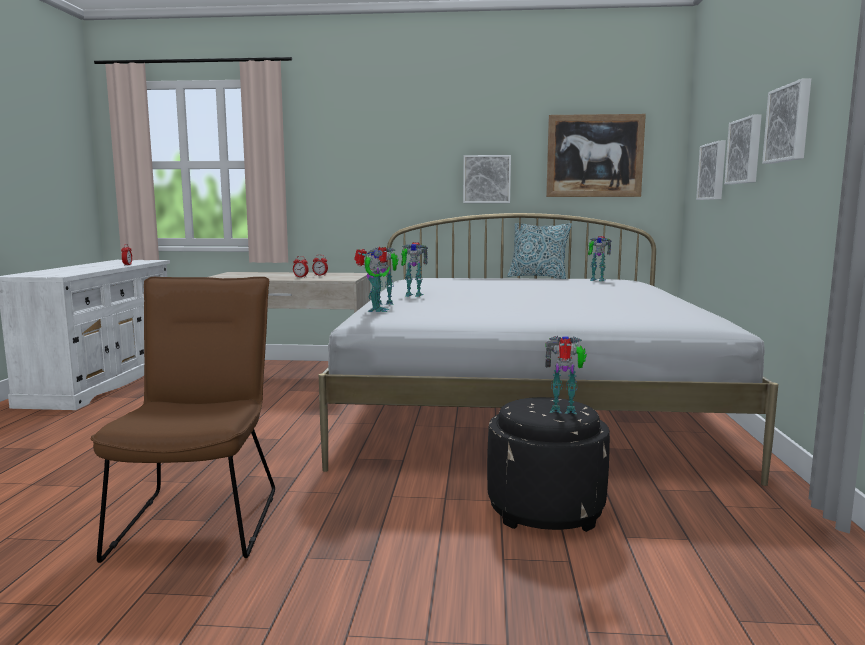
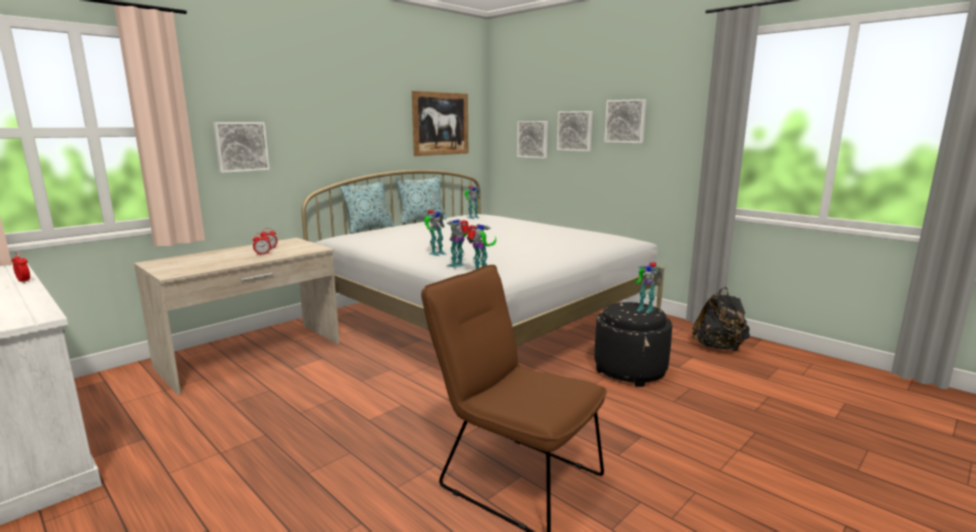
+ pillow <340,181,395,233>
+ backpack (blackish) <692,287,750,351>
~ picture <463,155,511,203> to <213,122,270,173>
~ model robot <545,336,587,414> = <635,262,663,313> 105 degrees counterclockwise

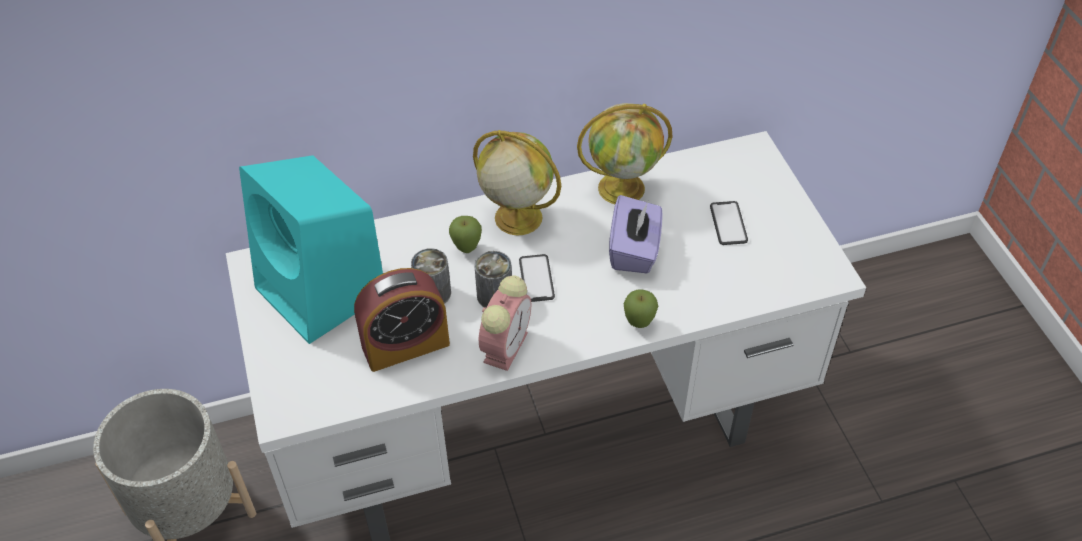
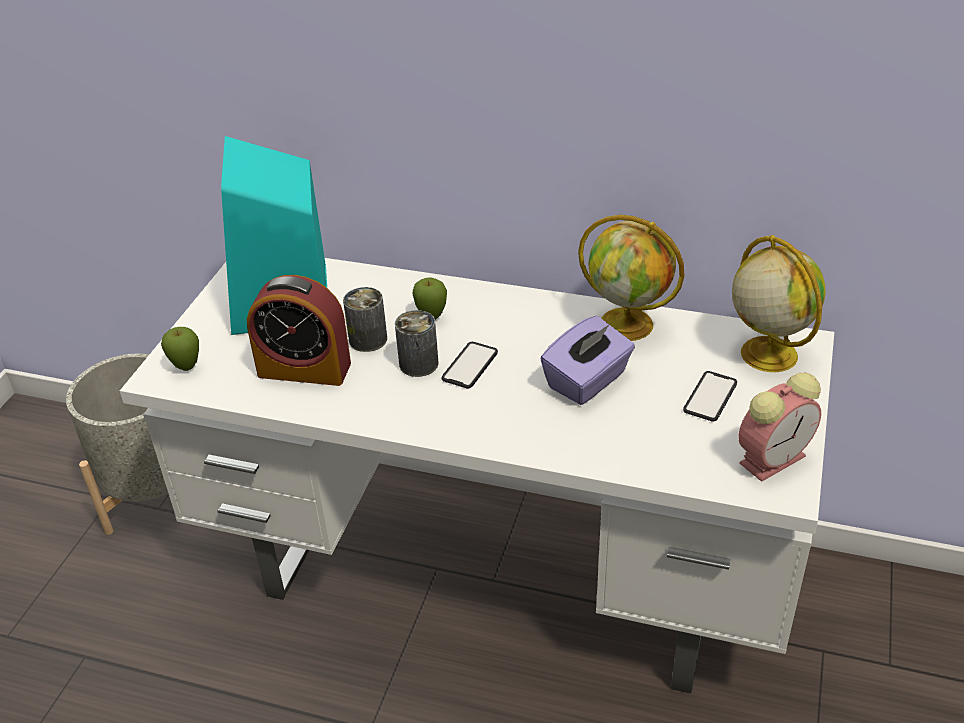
~ globe <473,130,561,235> to <732,235,826,372>
~ bedside clock <479,275,531,371> to <738,373,821,482>
~ whole apple <624,290,658,328> to <161,327,199,371>

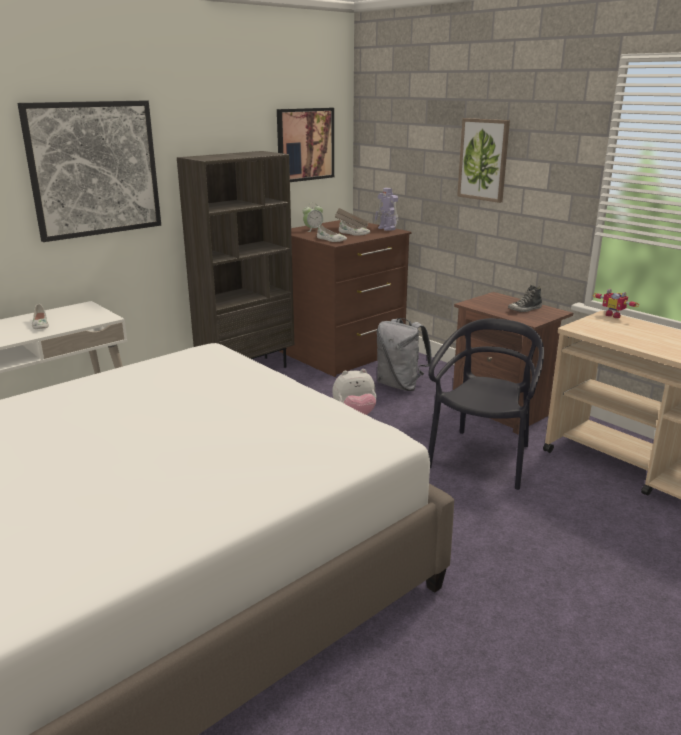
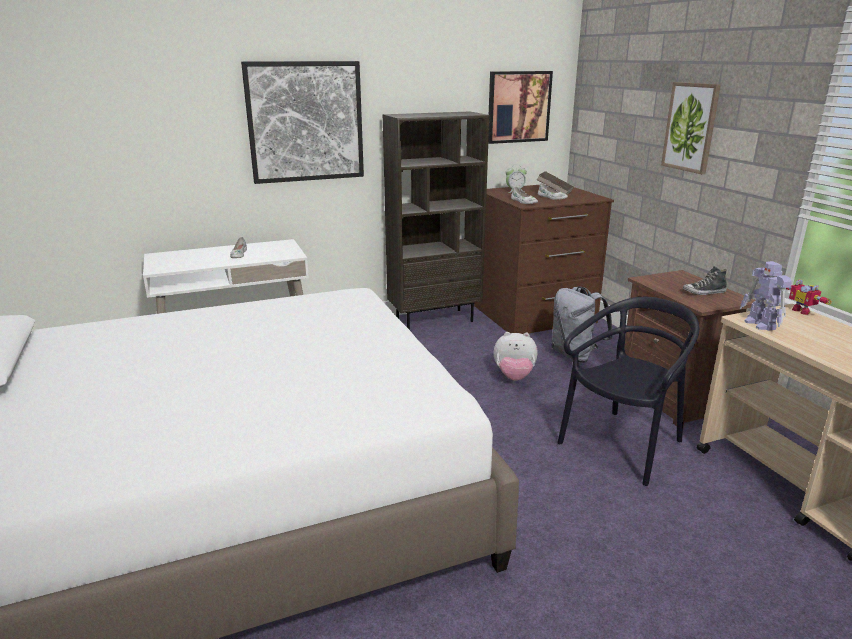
~ model robot <375,188,398,231> to <740,261,792,331>

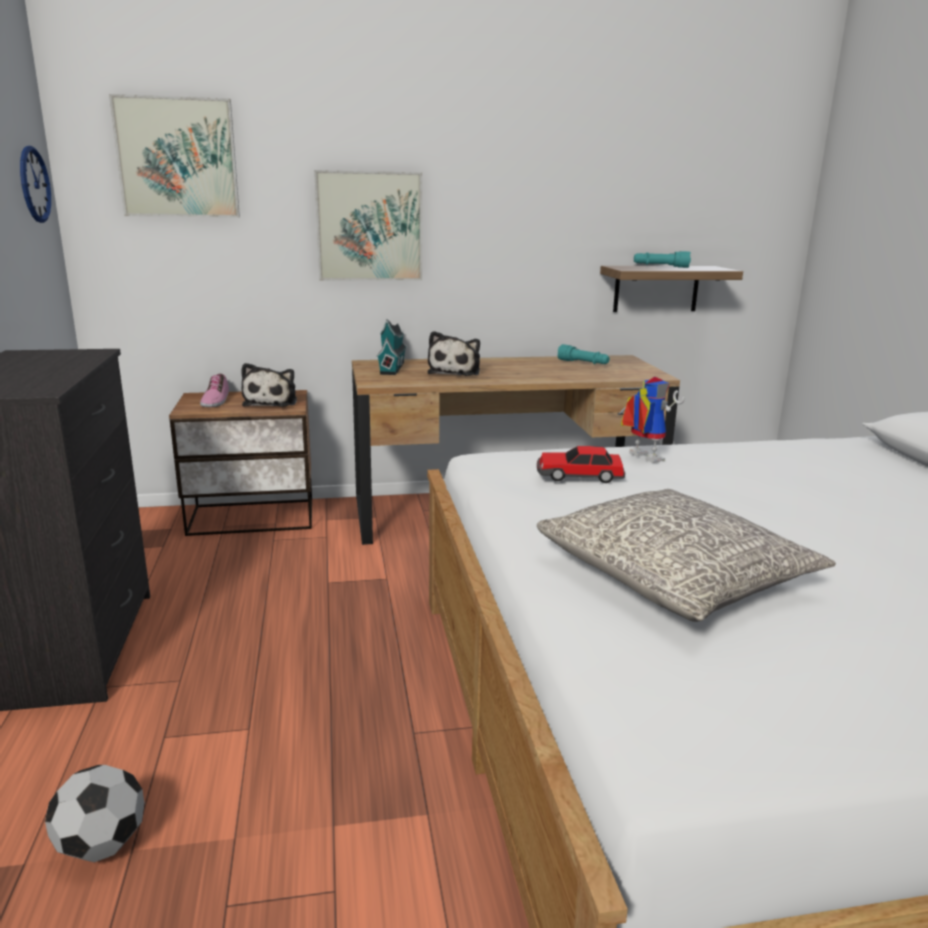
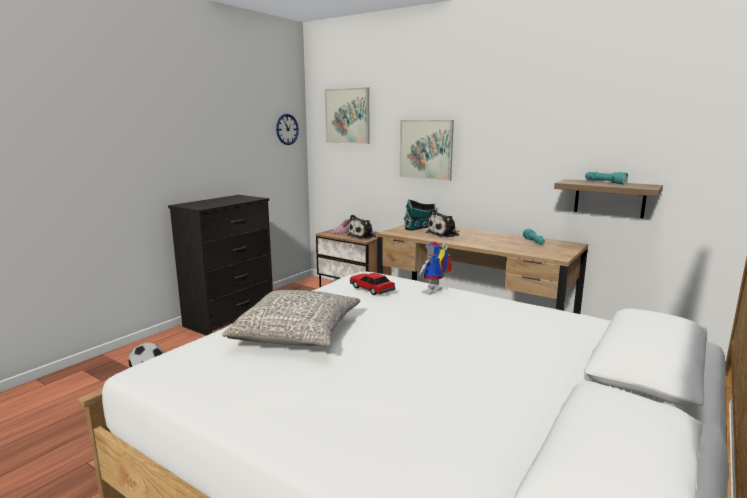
~ model robot <618,377,685,463> = <418,242,453,295> 150 degrees counterclockwise

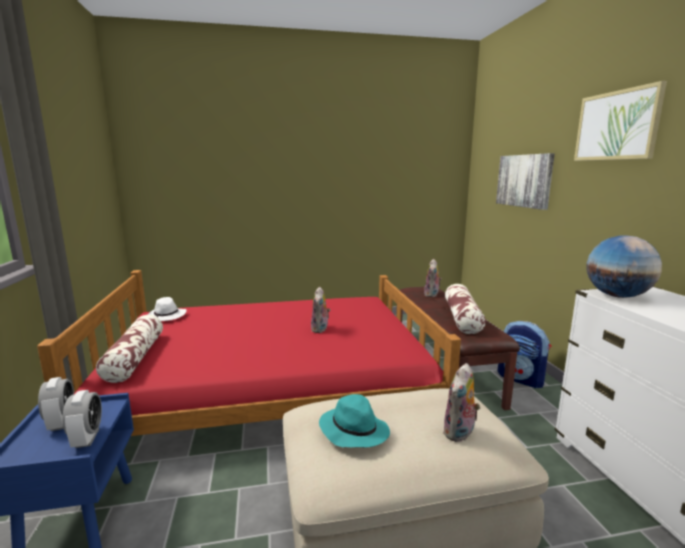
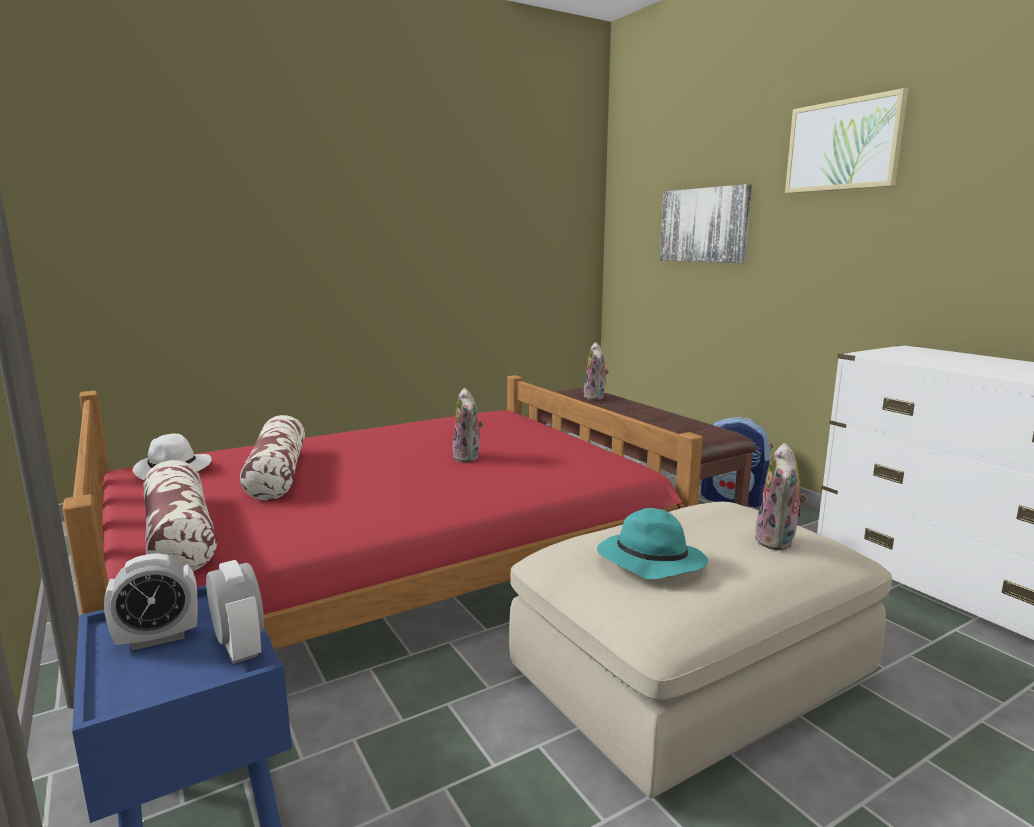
- globe <587,235,662,298>
~ pillow <445,284,486,334> to <240,415,305,500>
~ bedside clock <38,377,74,431> = <104,553,198,651> 105 degrees clockwise

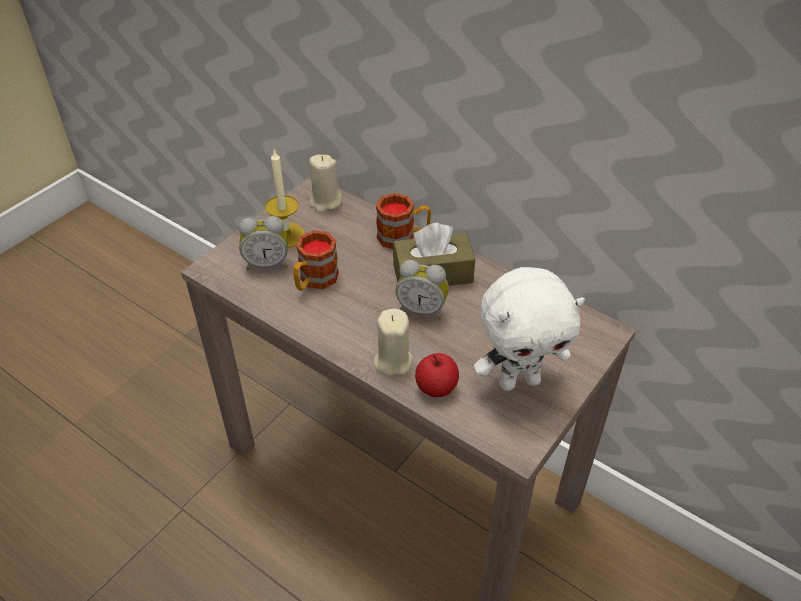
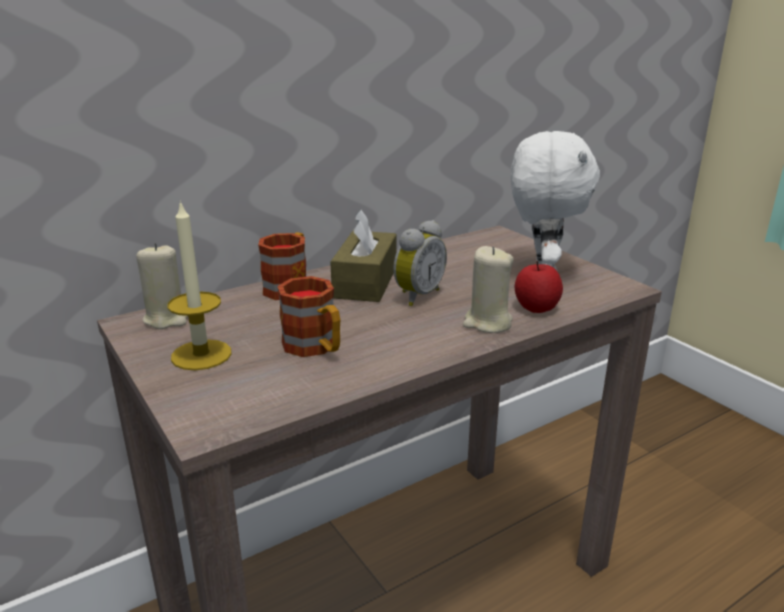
- bedside clock <239,216,288,270>

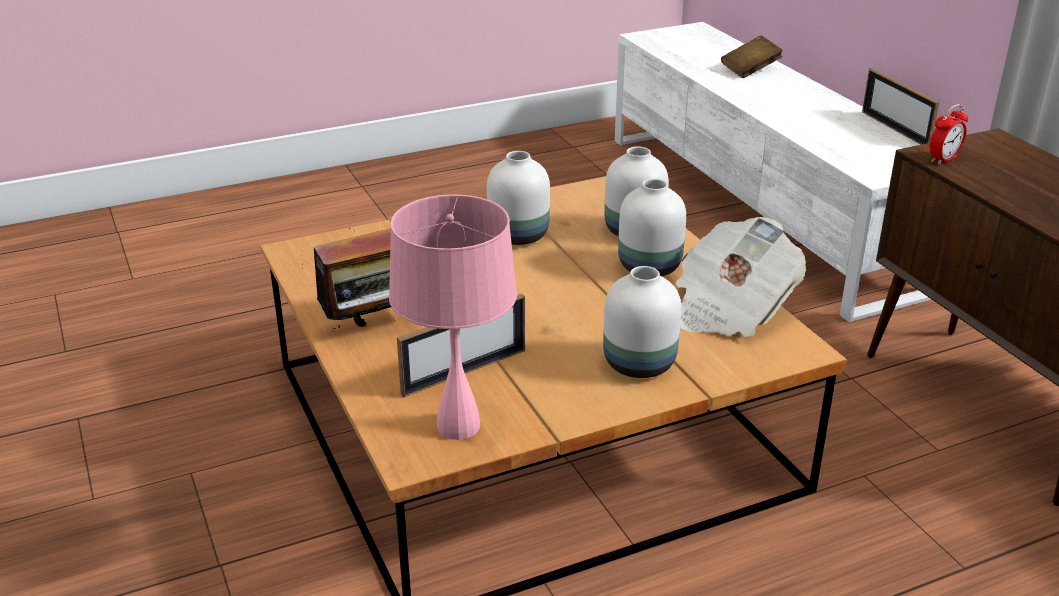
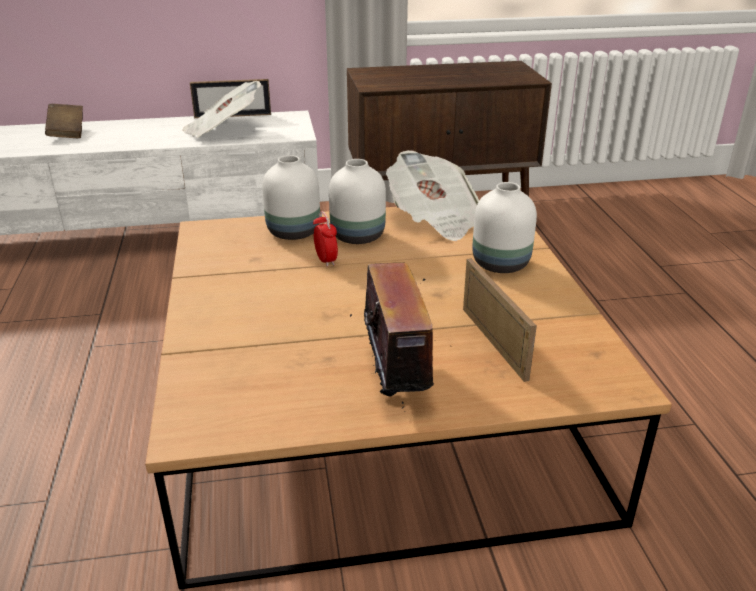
- table lamp (pink-coloured) <389,195,517,440>
- vase (white) <487,151,550,245>
+ daily paper <182,81,262,138>
~ bedside clock <930,104,968,165> to <313,211,338,267>

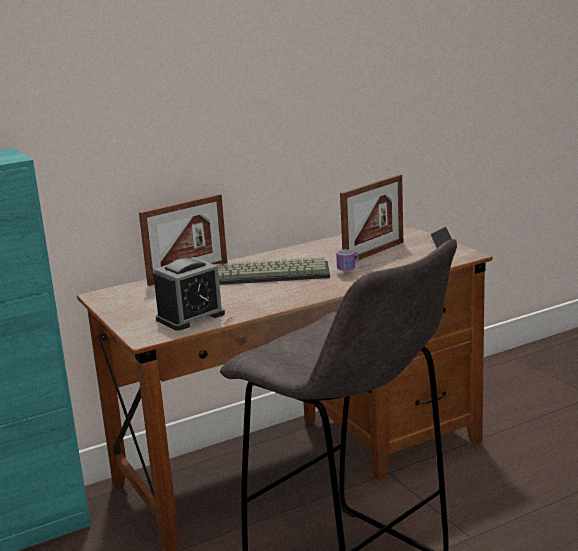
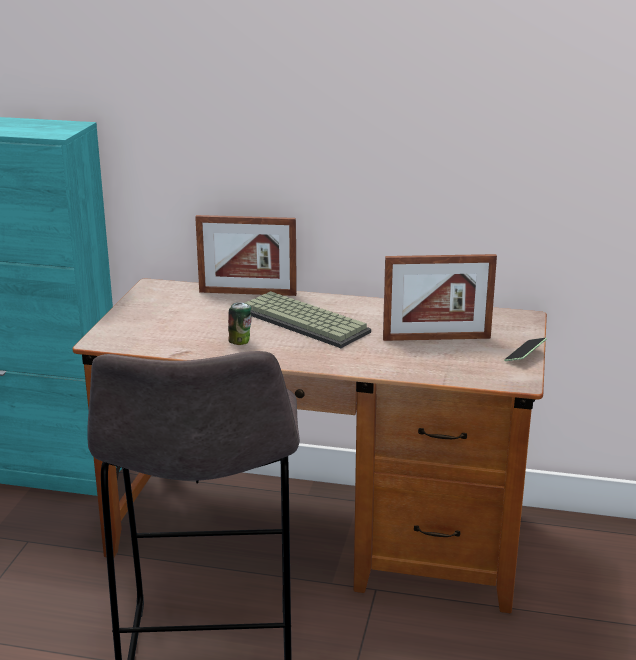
- bedside clock <153,257,225,331>
- mug <336,249,371,272>
+ can <228,302,251,345>

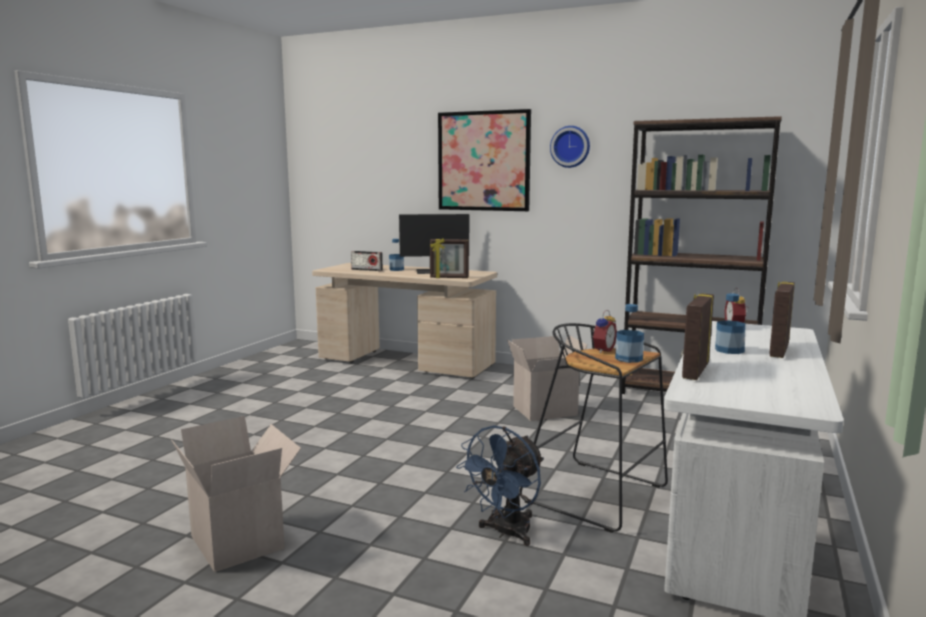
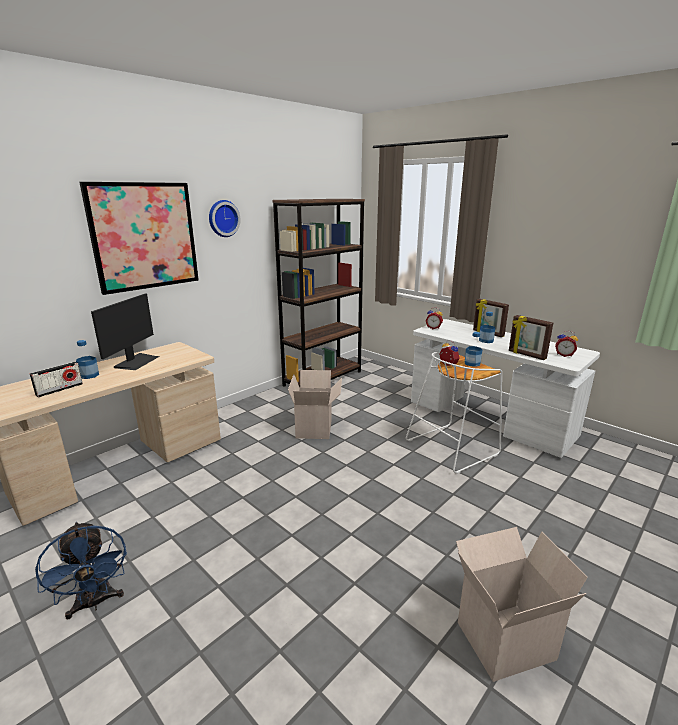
- photo frame <430,238,469,278>
+ bedside clock <555,331,578,357>
~ electric fan (blue) <456,425,544,546> to <35,522,127,619>
~ stool (blackish) <519,323,668,533> to stool (white) <406,352,502,474>

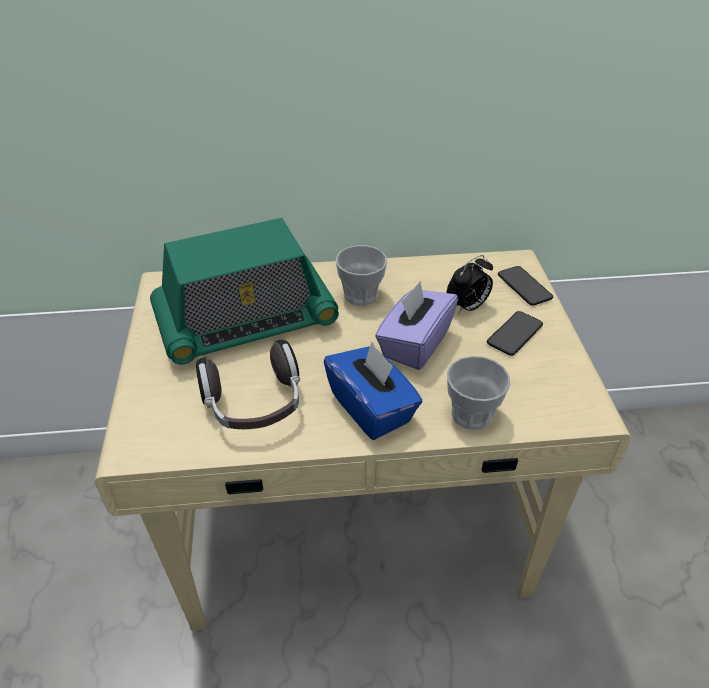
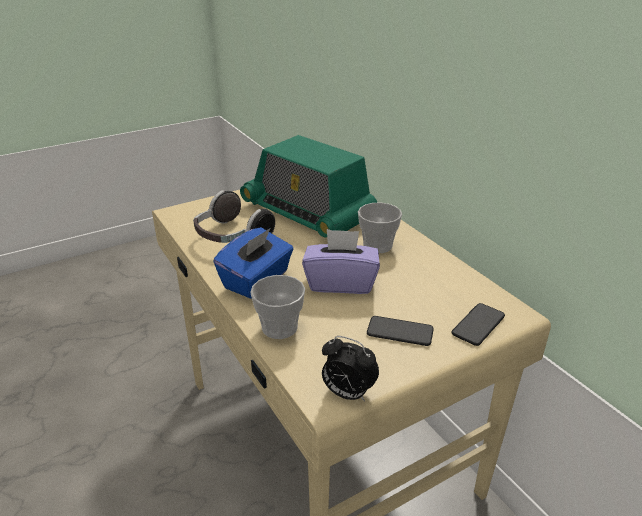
~ bedside clock <447,255,493,314> to <322,336,379,402>

